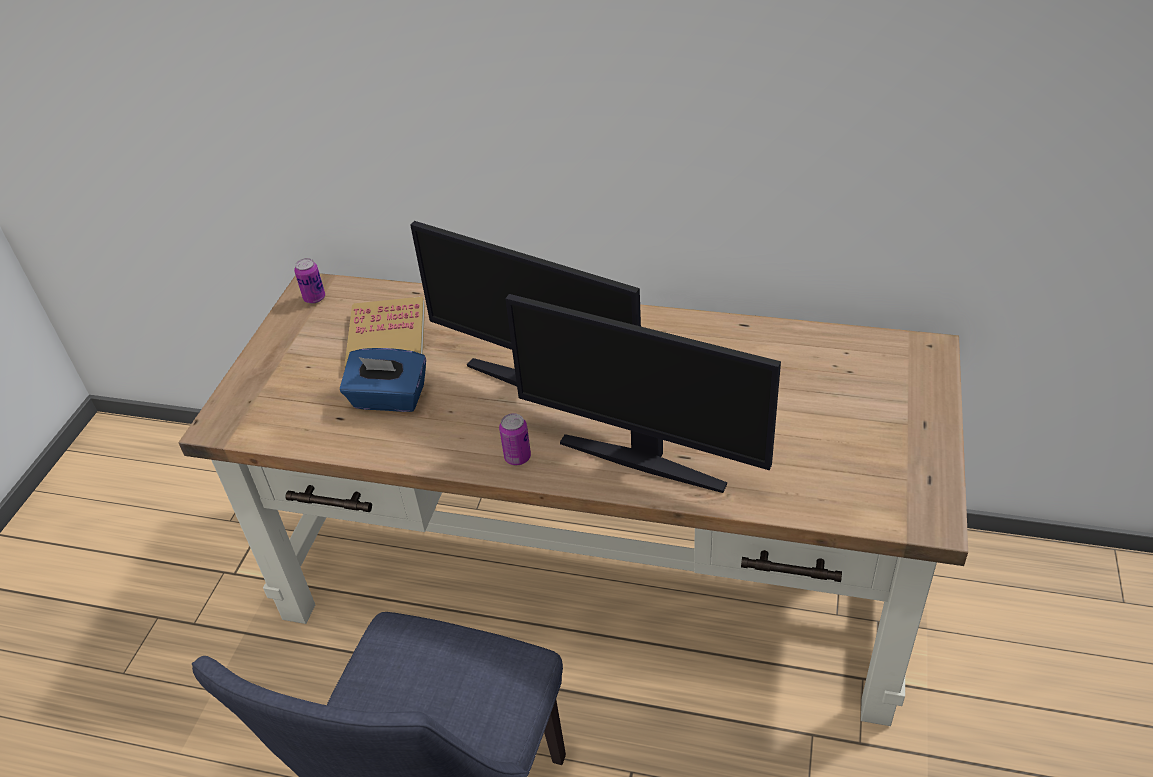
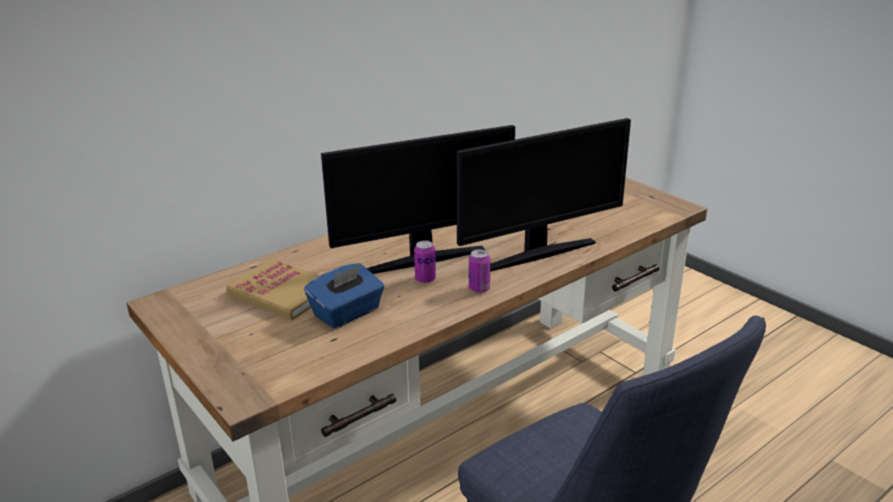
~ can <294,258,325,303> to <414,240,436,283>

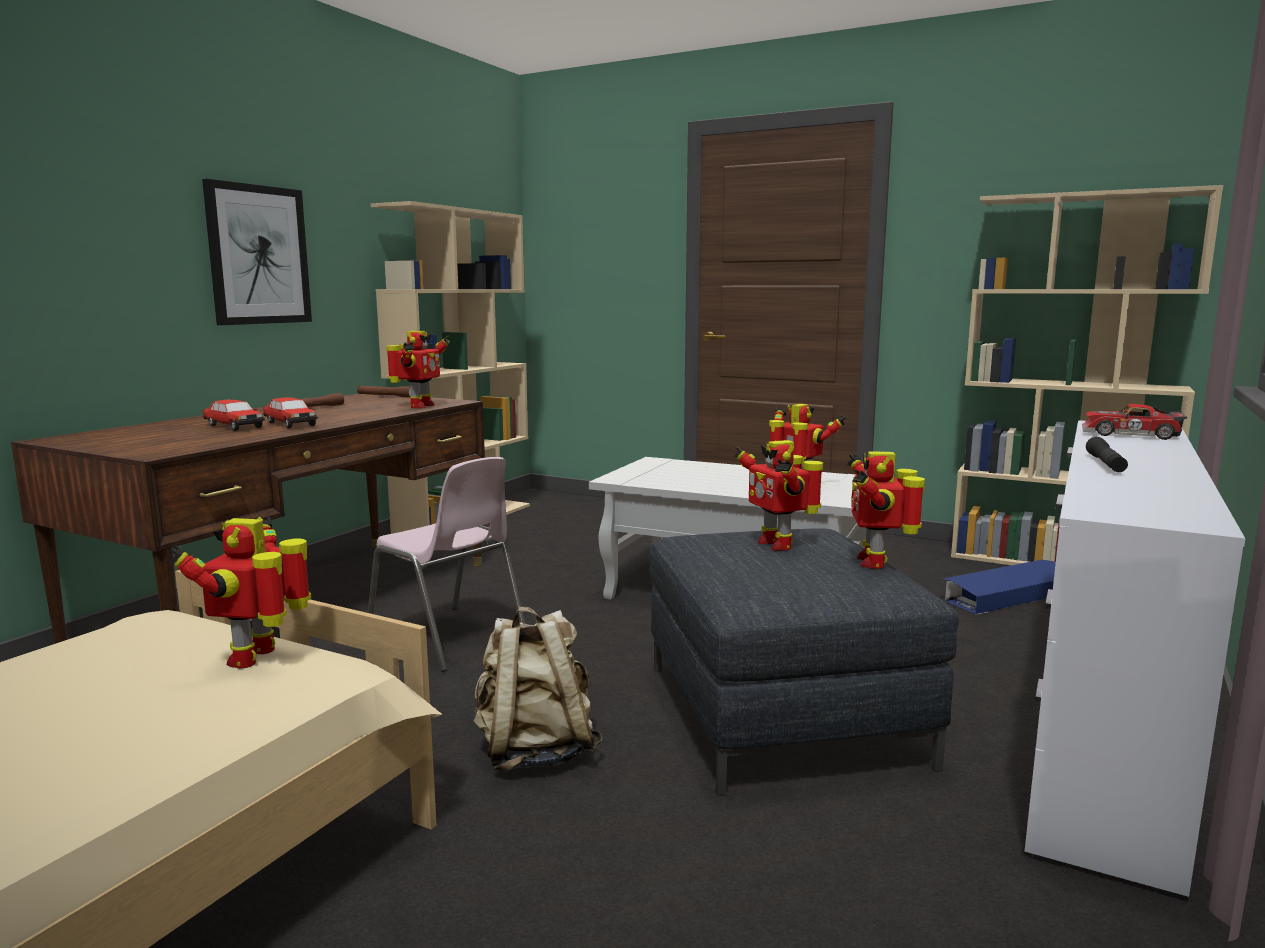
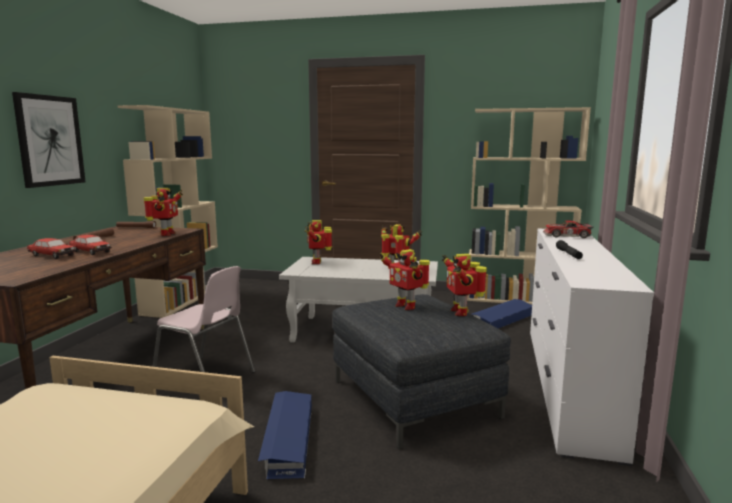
~ model robot <169,517,311,668> to <305,220,332,264>
~ backpack (beige) <474,607,602,771> to storage container (blue) <258,391,312,479>

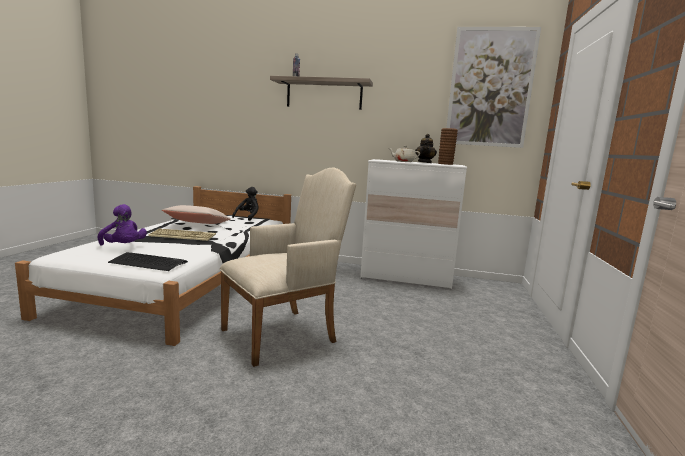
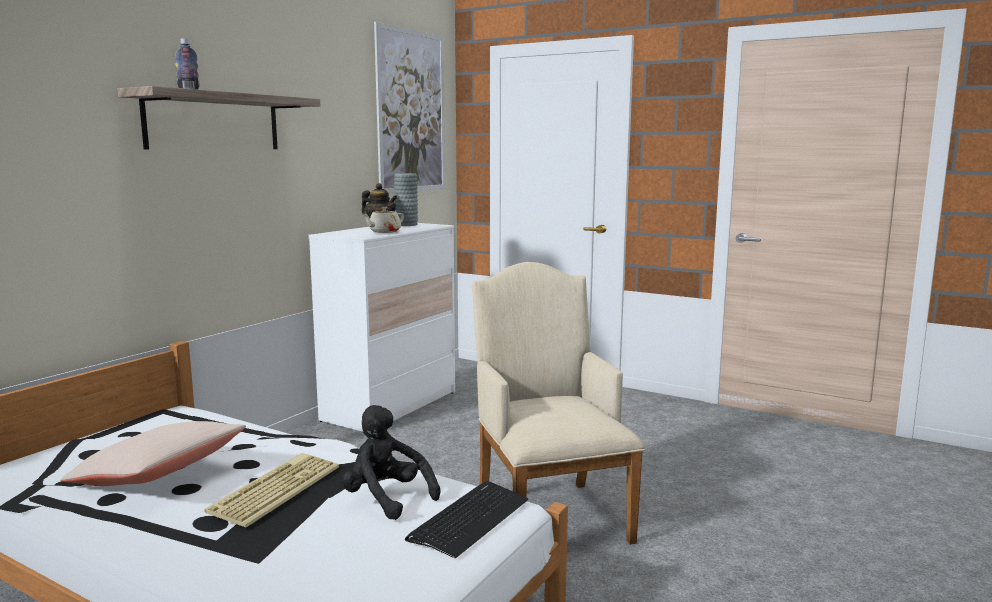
- soft toy (purple) <98,204,147,246>
~ soft toy (blackish) <232,187,258,221> to <342,405,440,520>
~ vase (brown-coloured) <438,128,458,165> to vase (gray) <394,173,418,226>

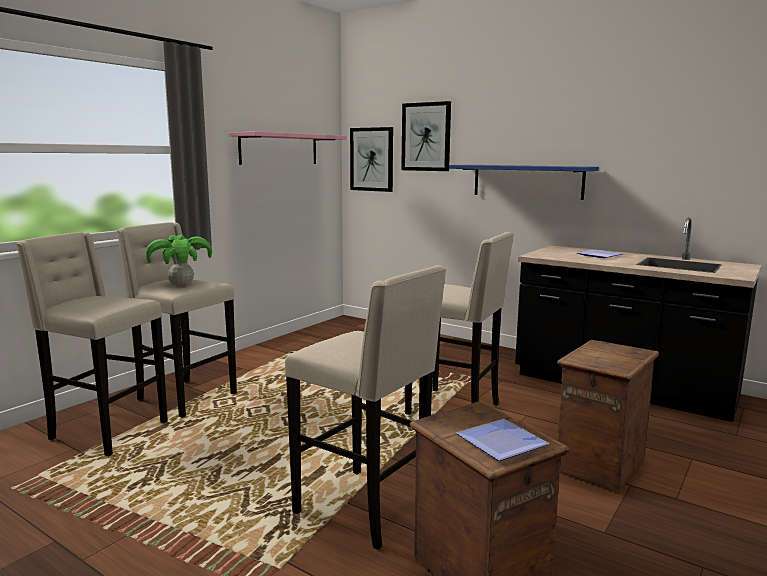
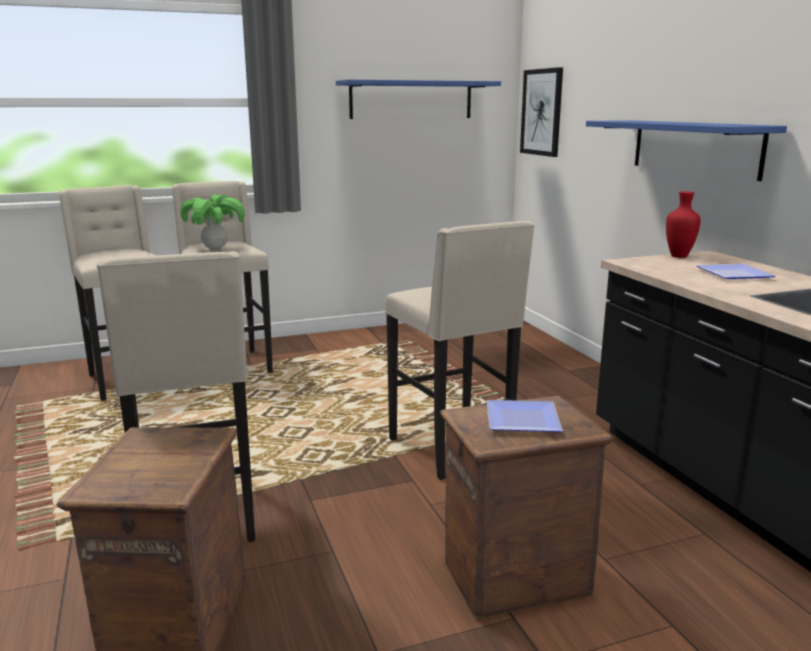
- picture <401,101,451,171>
+ vase (reddish) <666,191,701,258>
~ dinner plate <456,419,549,461> to <487,400,563,432>
~ wall shelf (pink-coloured) <229,132,347,165> to wall shelf (blue) <336,80,501,119>

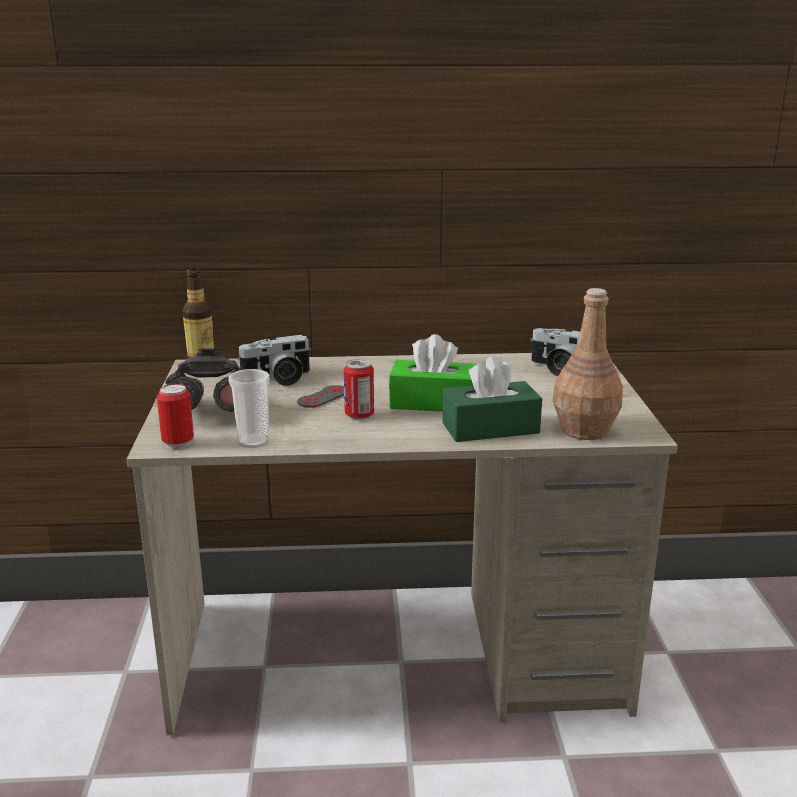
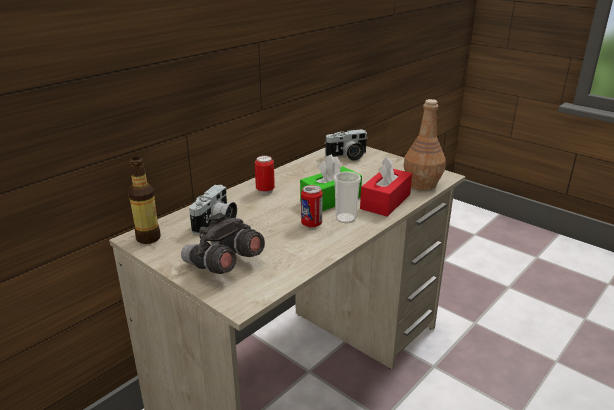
- game controller (gray) <297,385,344,408>
~ can <157,384,194,449> to <255,155,275,194>
~ drinking cup <228,369,270,448> to <334,171,361,223>
~ tissue box (green) <442,356,542,442> to tissue box (reddish) <360,157,412,217>

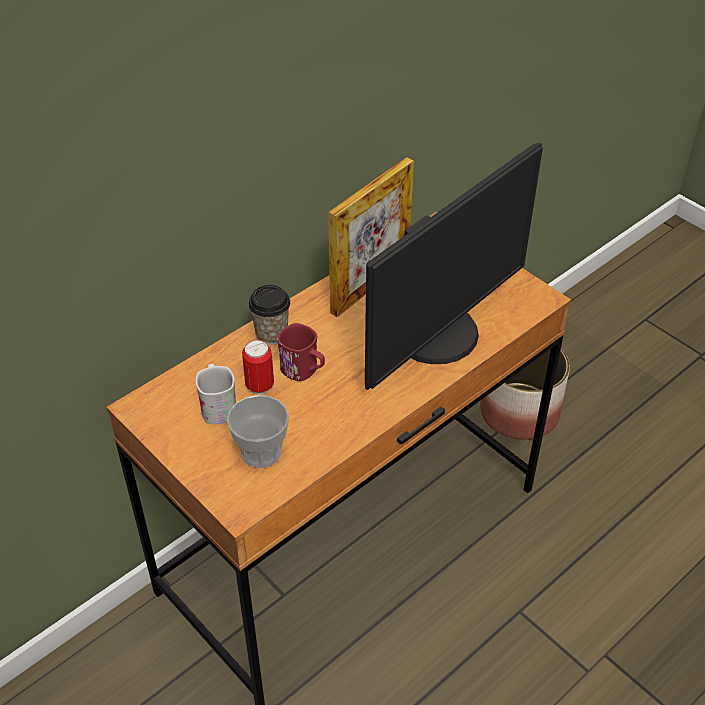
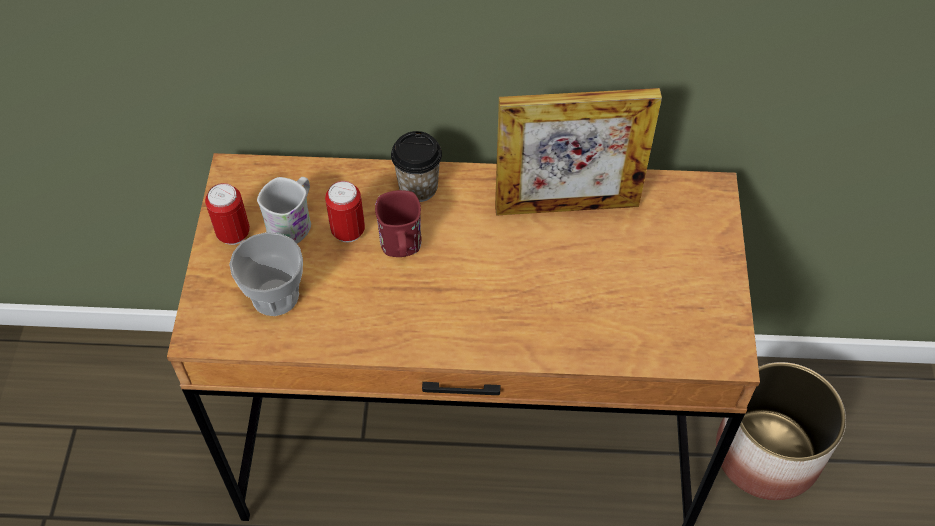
- computer screen <365,143,543,390>
+ can <205,183,250,245>

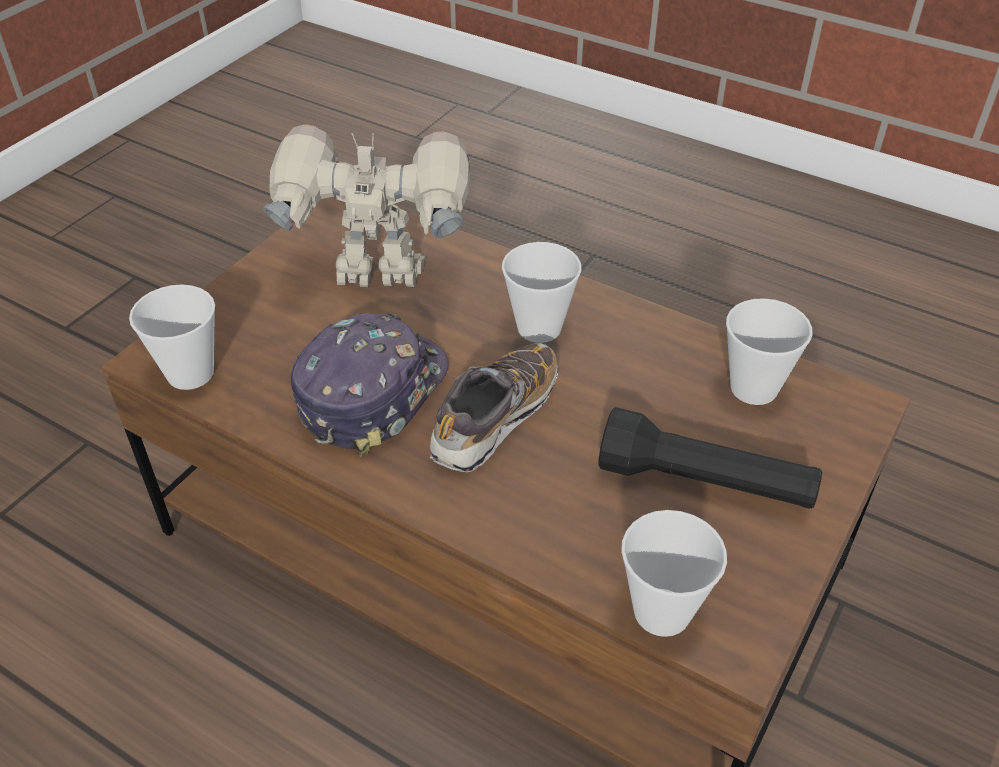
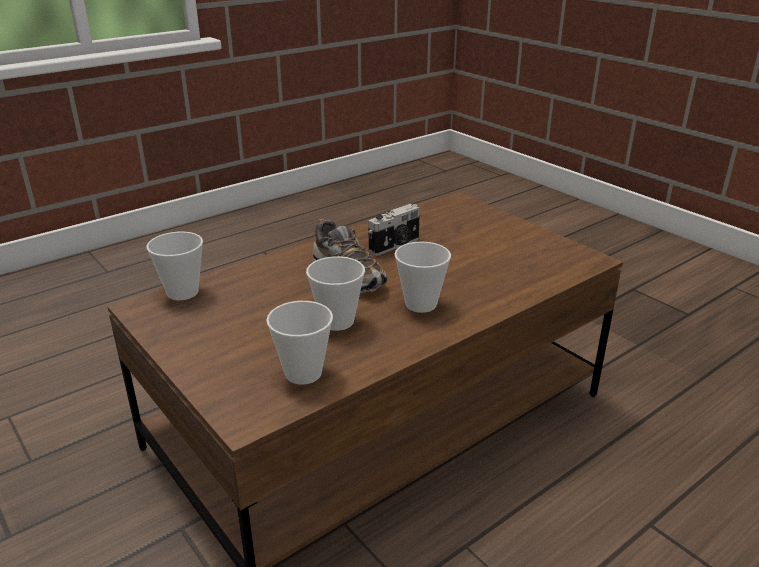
- model robot <263,124,470,287>
- hand torch (blackish) <598,407,822,509>
~ drinking cup <129,285,215,390> to <306,256,365,331>
~ baseball cap <291,313,448,457> to still camera <369,204,420,256>

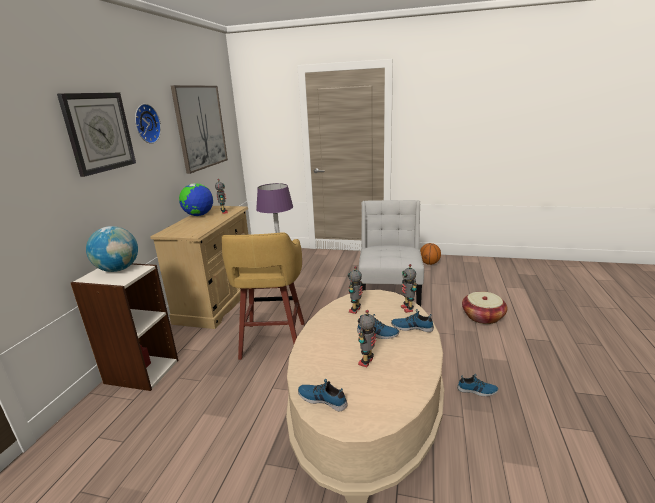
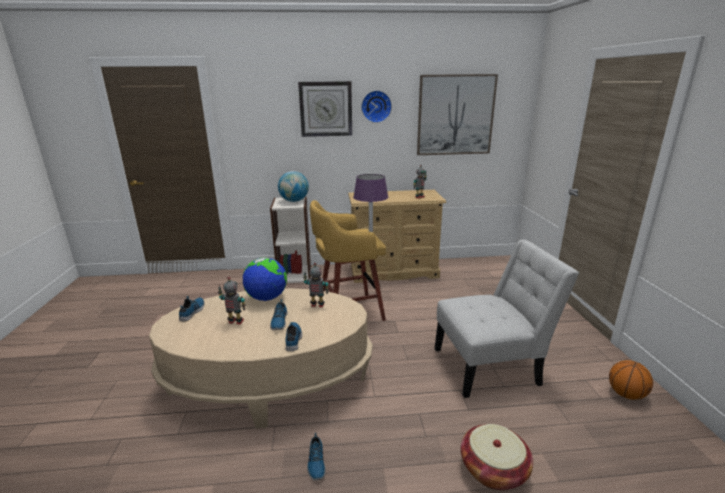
- model robot <401,264,417,313>
~ globe <179,183,213,216> to <243,258,287,301>

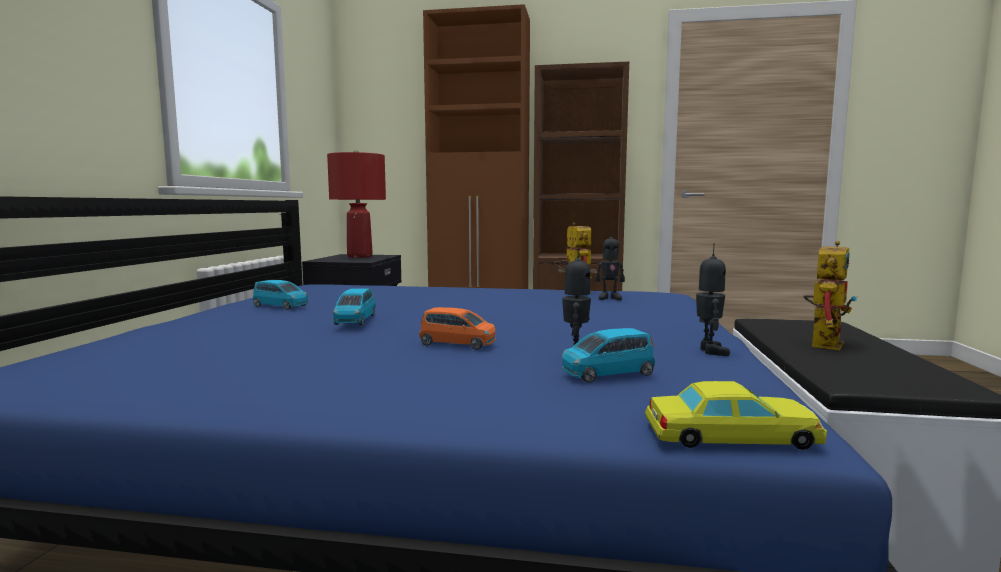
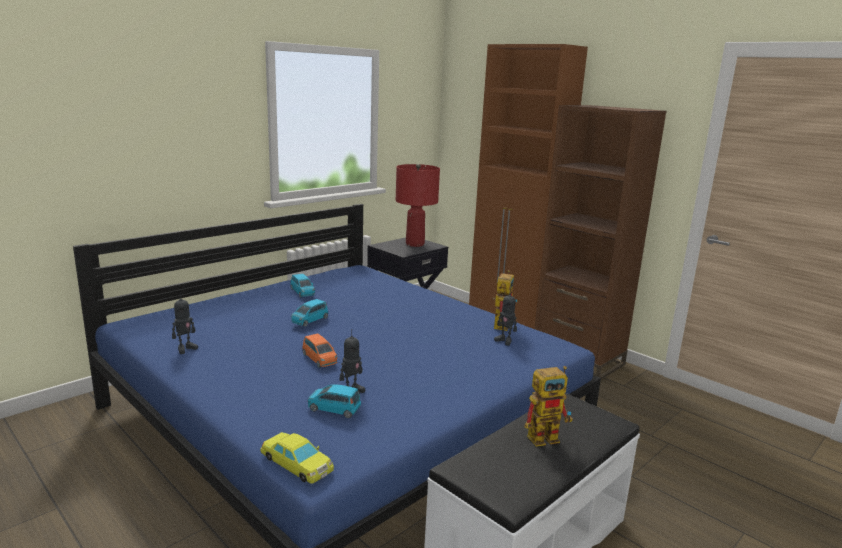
~ model robot <696,243,730,356> to <172,292,198,354>

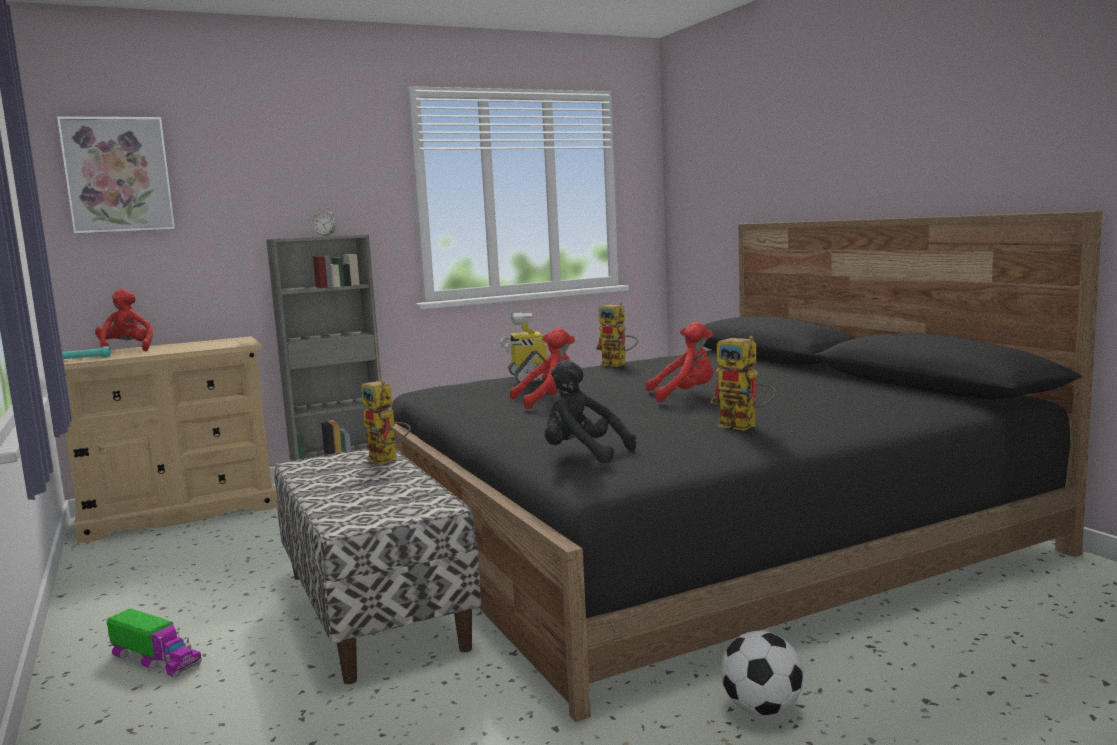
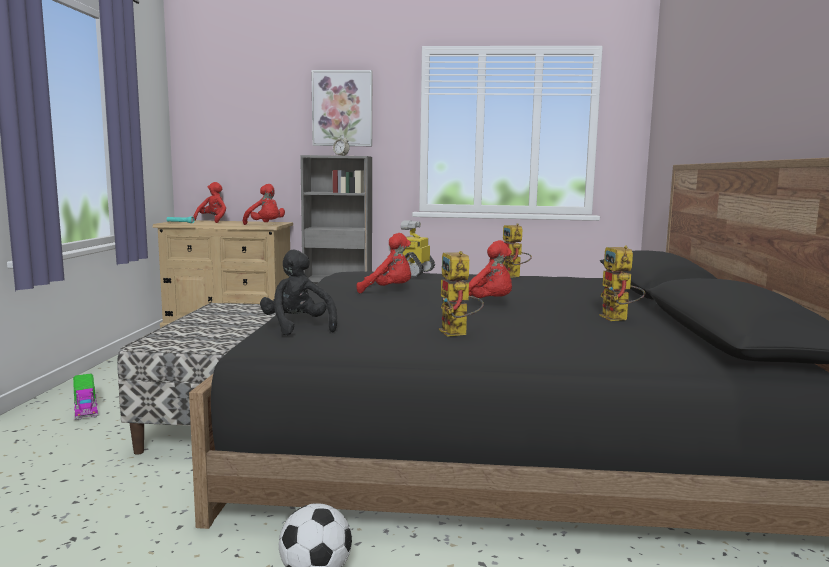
+ soft toy (reddish) <243,184,285,225>
~ picture <57,116,175,234> to <311,70,372,146>
~ model robot <361,381,411,464> to <599,245,645,321>

